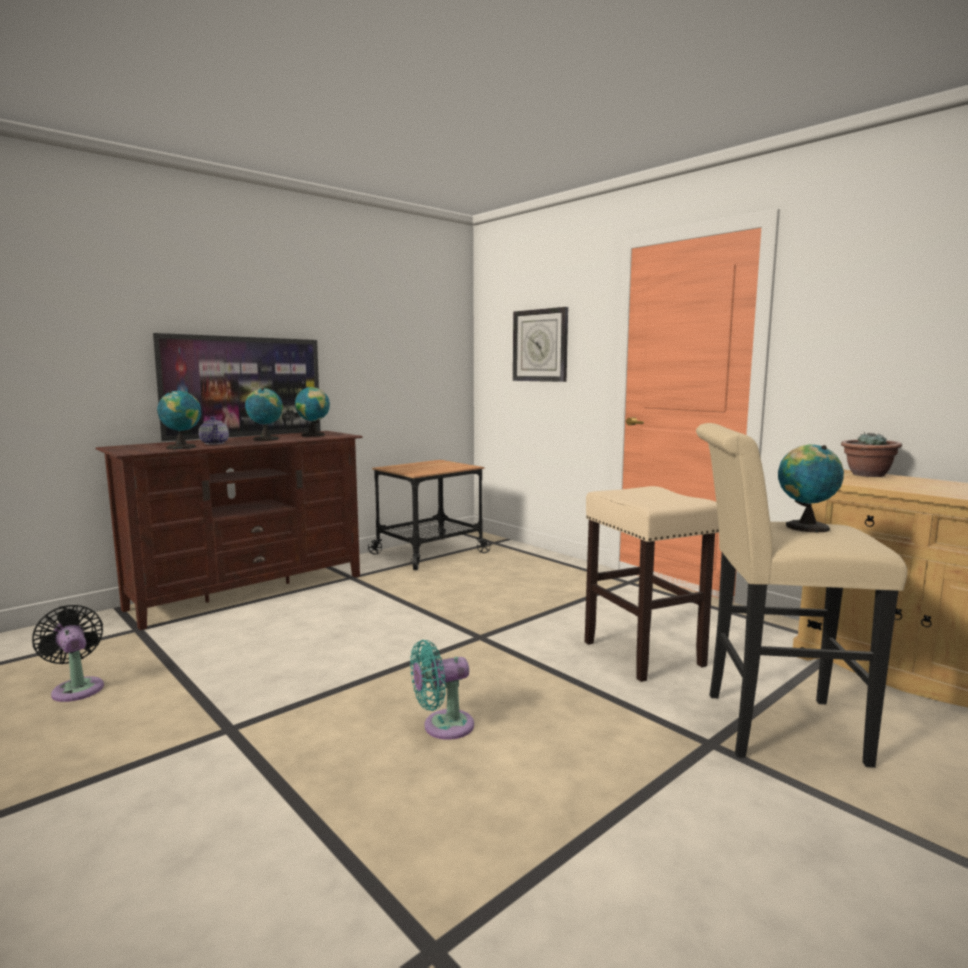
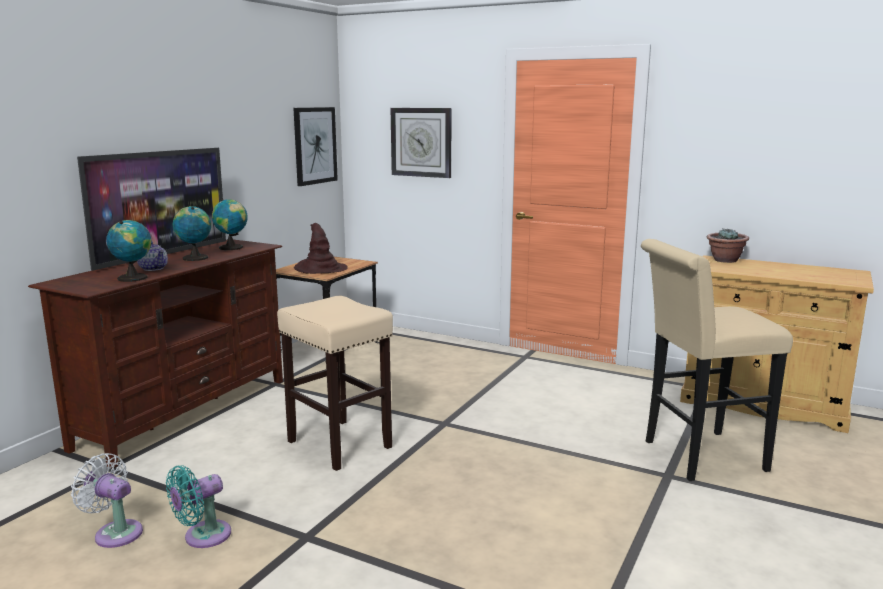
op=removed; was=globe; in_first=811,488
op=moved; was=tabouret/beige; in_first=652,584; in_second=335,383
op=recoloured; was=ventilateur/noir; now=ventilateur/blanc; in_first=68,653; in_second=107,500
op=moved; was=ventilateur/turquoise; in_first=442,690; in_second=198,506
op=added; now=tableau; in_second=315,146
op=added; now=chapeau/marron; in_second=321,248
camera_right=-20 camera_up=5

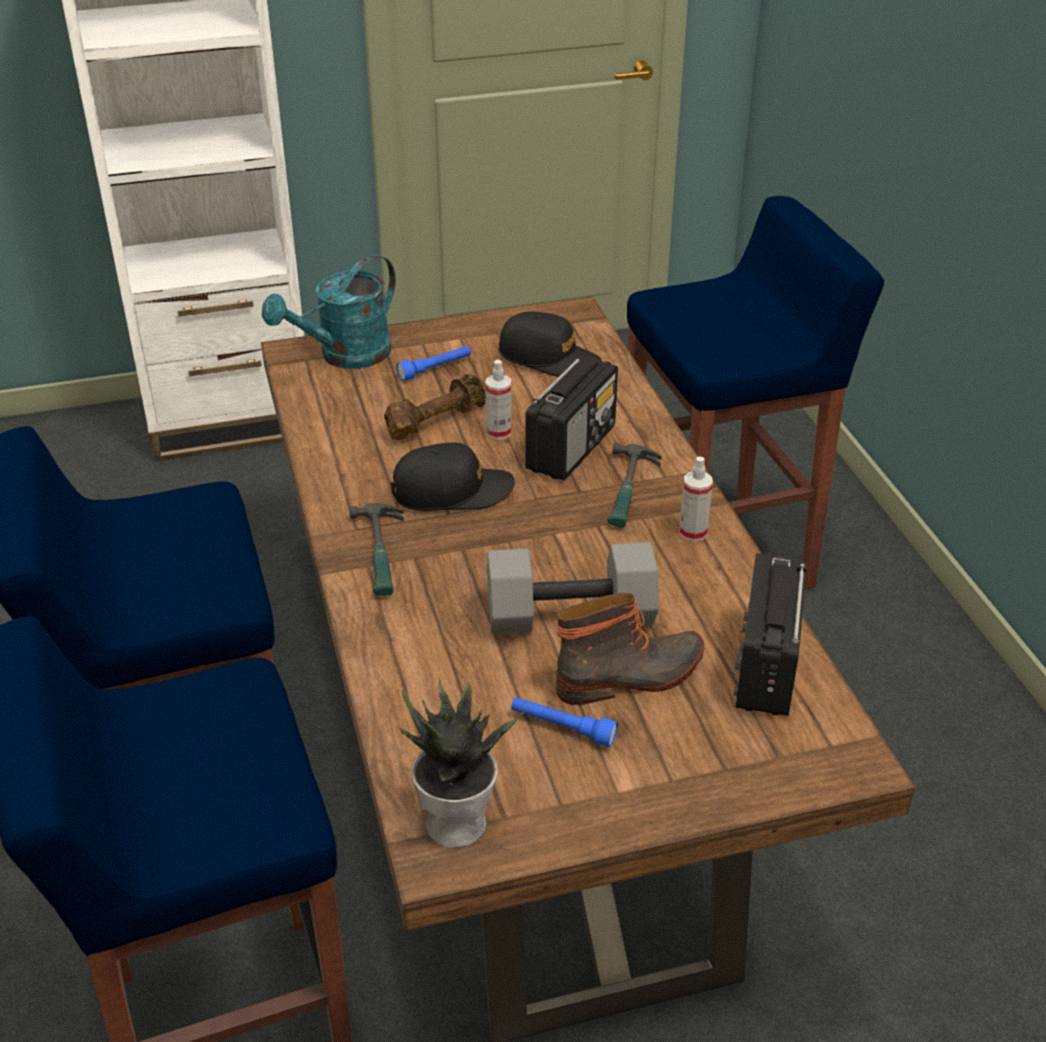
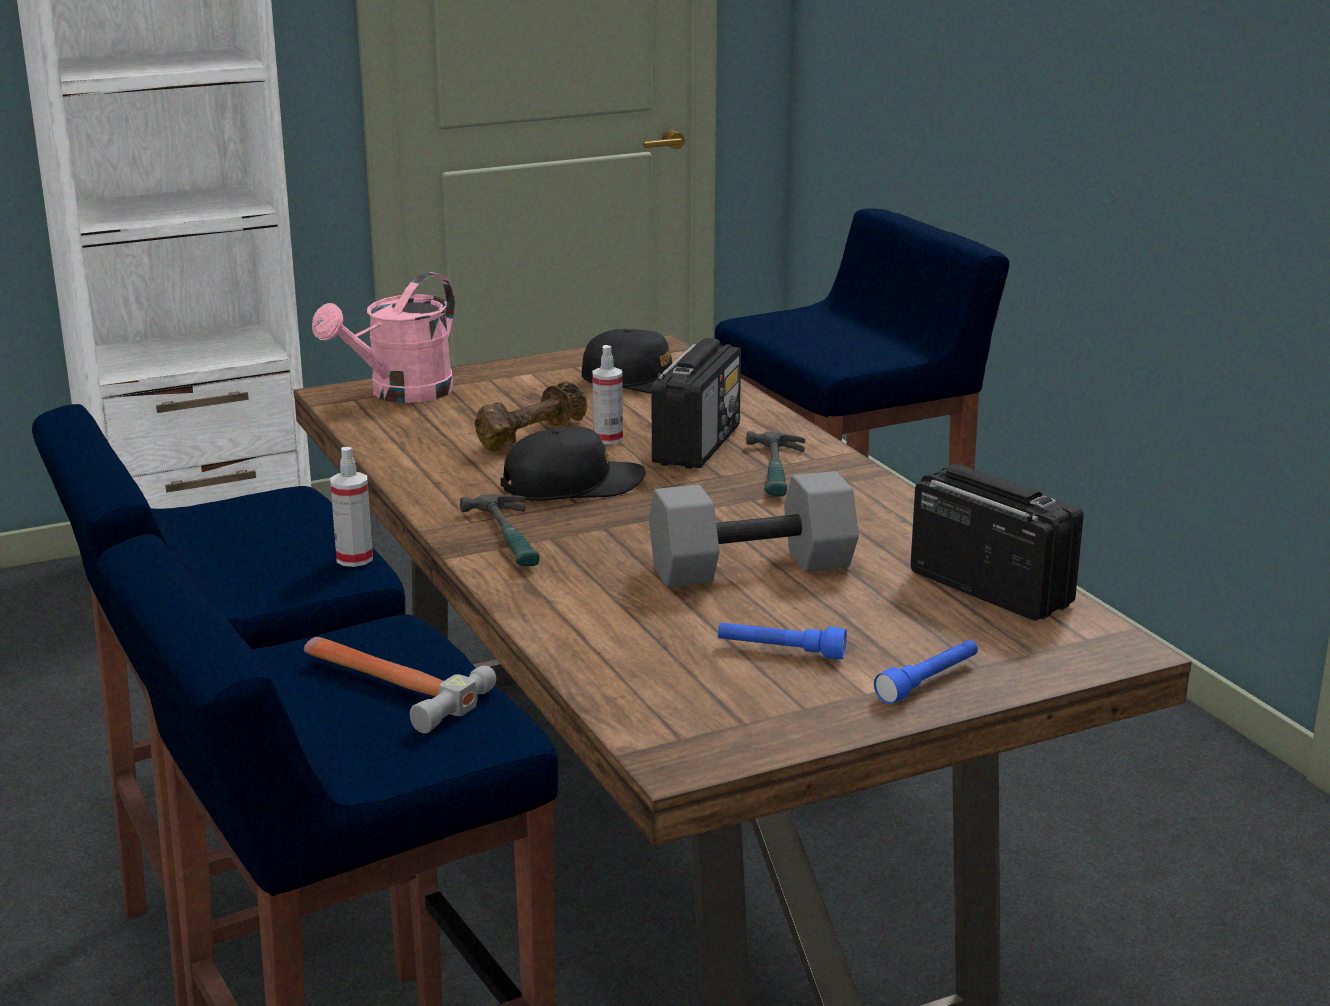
op=recoloured; was=arrosoir/turquoise; now=arrosoir/rose; in_first=329,311; in_second=383,337
op=moved; was=lampe de poche/bleu; in_first=433,363; in_second=926,672
op=moved; was=vaporisateur; in_first=696,499; in_second=351,507
op=turned; was=radio; in_first=770,634; in_second=997,542; clockwise=135
op=removed; was=botte; in_first=630,649
op=removed; was=plante en pot; in_first=462,763
op=added; now=marteau; in_second=400,685
camera_right=-10 camera_up=-15

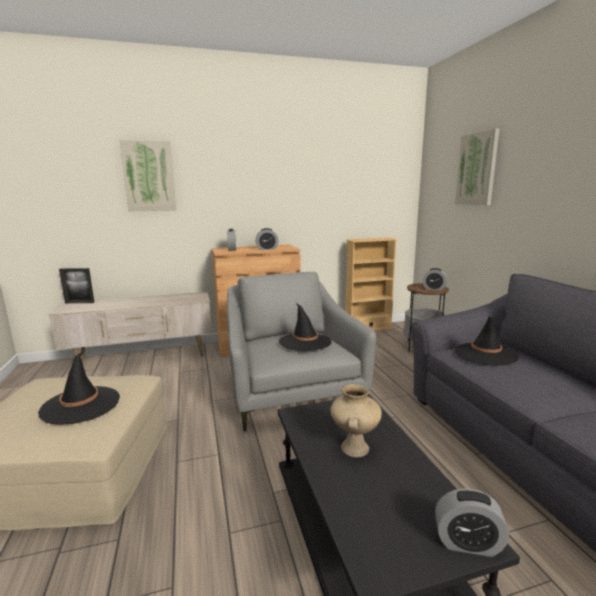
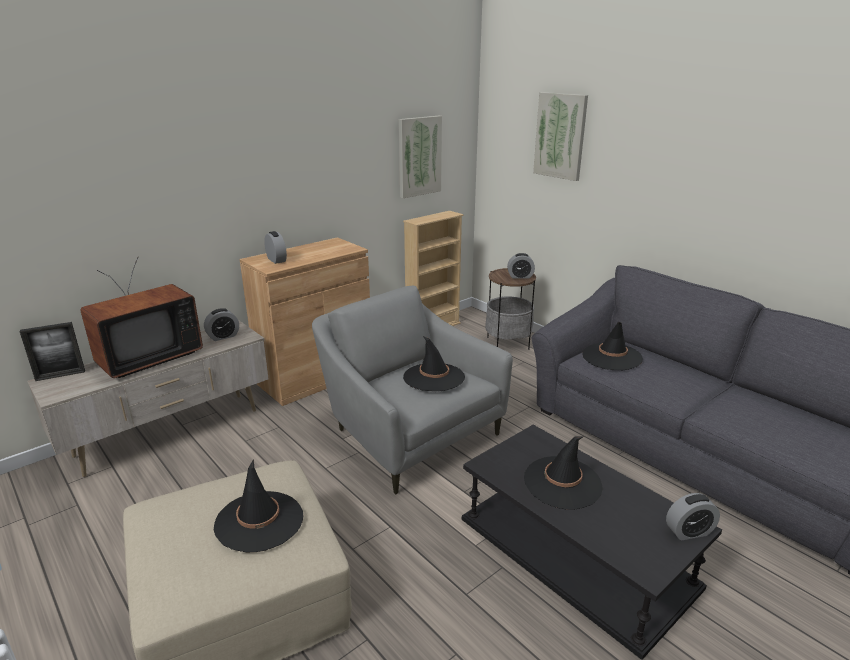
op=moved; was=tableau; in_first=148,176; in_second=420,157
op=moved; was=réveil; in_first=267,239; in_second=221,324
op=replaced; was=vase/beige; now=chapeau/noir; in_first=356,420; in_second=563,473
op=added; now=téléviseur; in_second=141,317
camera_right=-25 camera_up=10

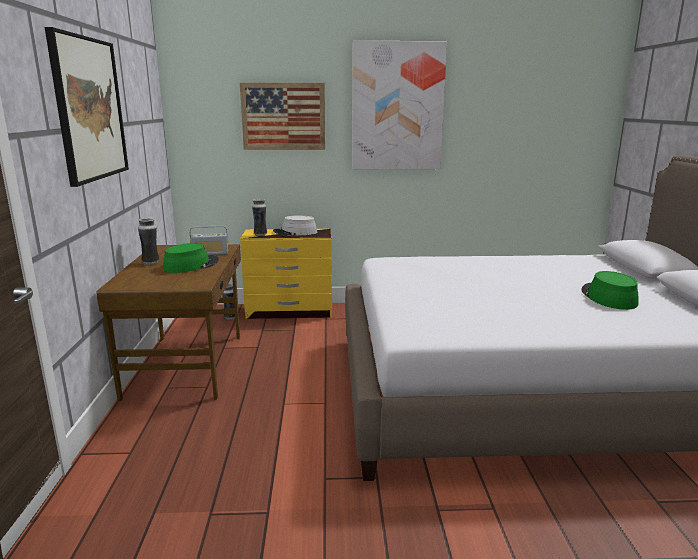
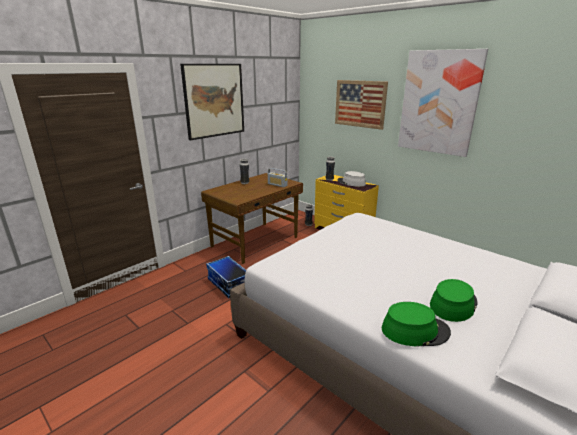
op=moved; was=chapeau/vert; in_first=191,258; in_second=416,324
op=added; now=boîte de rangement; in_second=226,277
camera_right=45 camera_up=5

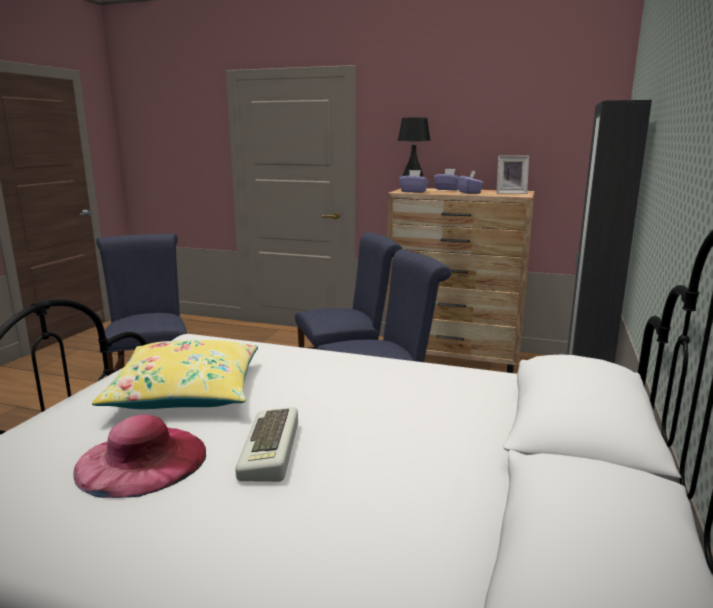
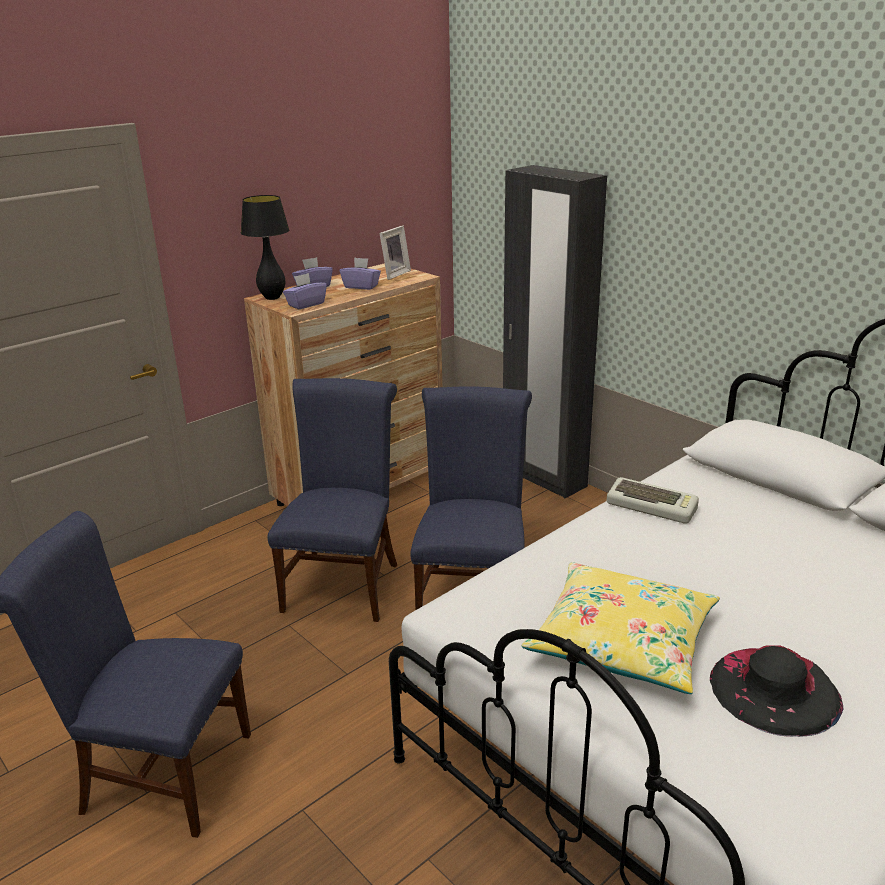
op=moved; was=clavier; in_first=266,444; in_second=653,500
op=recoloured; was=chapeau/rose; now=chapeau/noir; in_first=139,456; in_second=776,691
camera_right=-60 camera_up=10

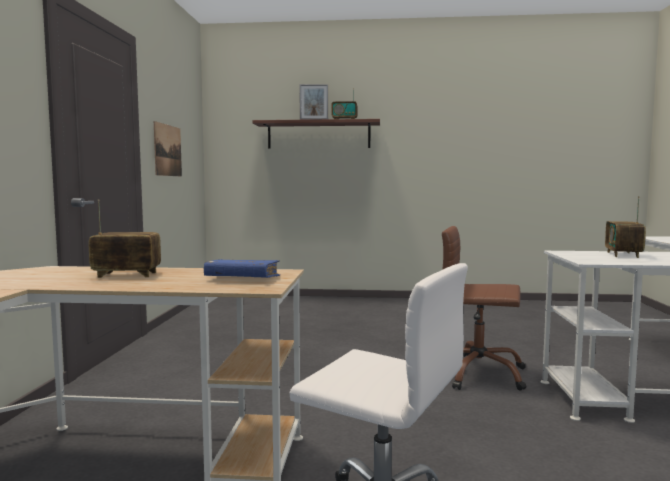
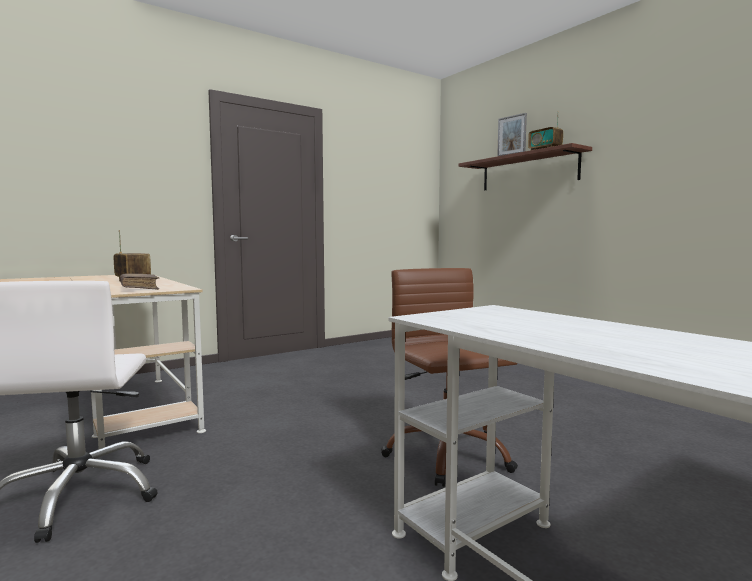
op=removed; was=tableau; in_first=168,148
op=removed; was=radio; in_first=625,227
op=recoloured; was=livre/bleu; now=livre/marron; in_first=242,268; in_second=139,282
camera_right=50 camera_up=0

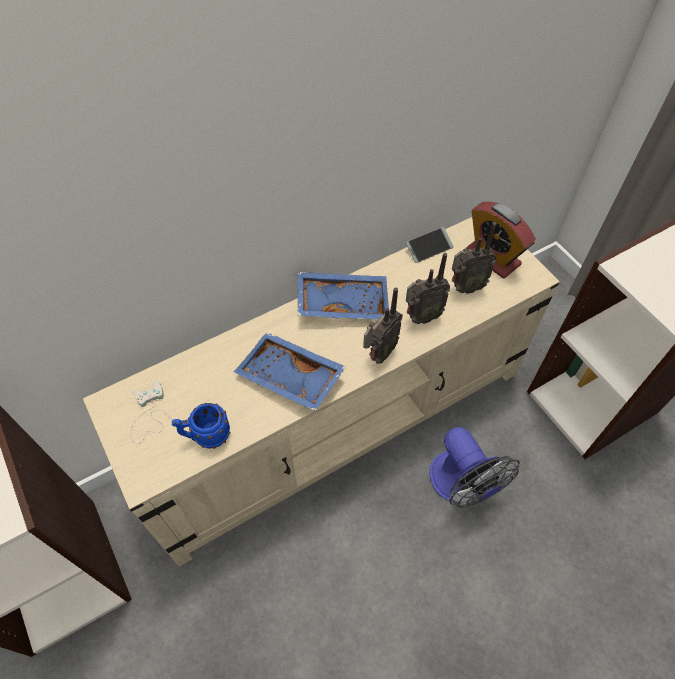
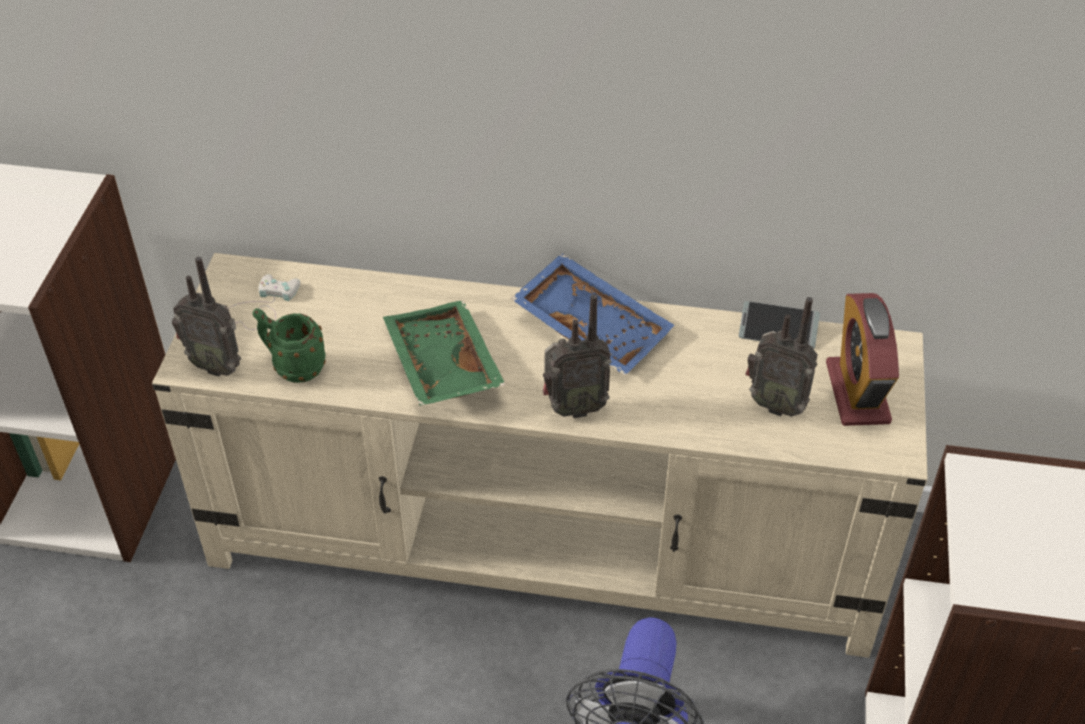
op=moved; was=radio; in_first=428,288; in_second=206,316
op=recoloured; was=plateau/bleu; now=plateau/vert; in_first=290,371; in_second=444,353
op=recoloured; was=mug/bleu; now=mug/vert; in_first=201,426; in_second=289,345
camera_right=40 camera_up=-10

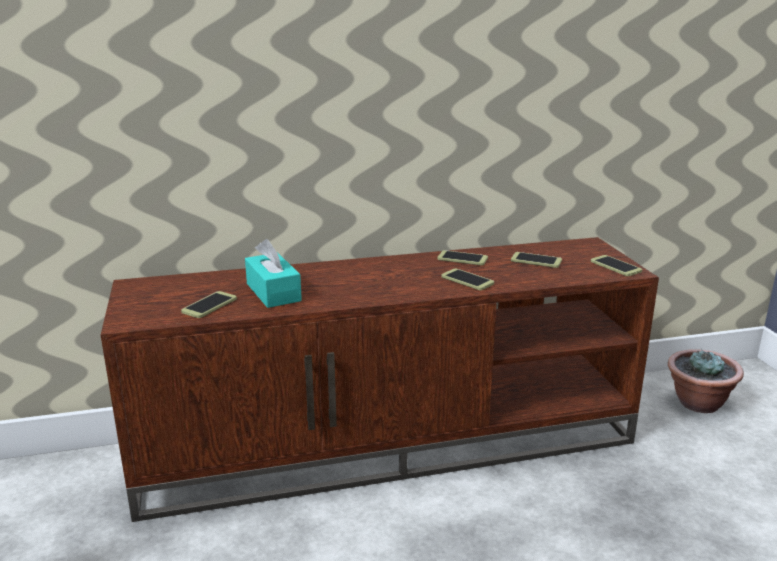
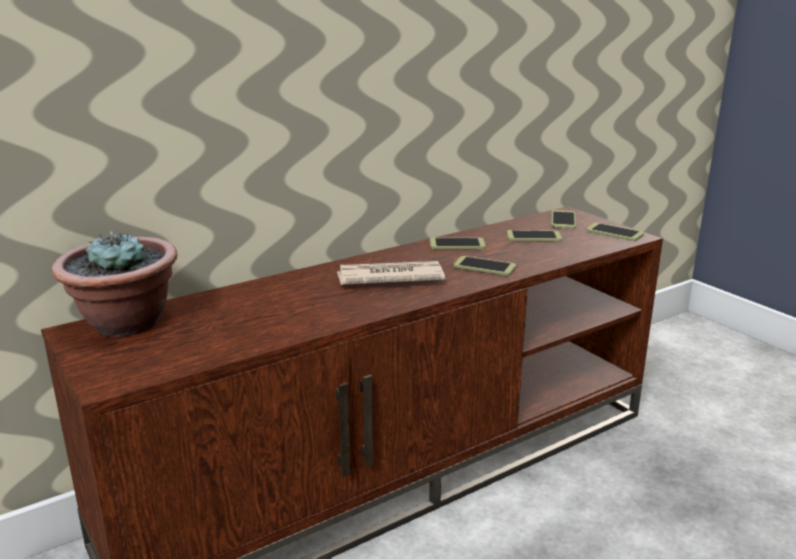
op=removed; was=boîte à mouchoirs/turquoise; in_first=273,273
op=moved; was=téléphone; in_first=209,304; in_second=563,219
op=moved; was=plante en pot; in_first=706,381; in_second=114,284
op=added; now=journal; in_second=391,273
camera_right=-20 camera_up=0

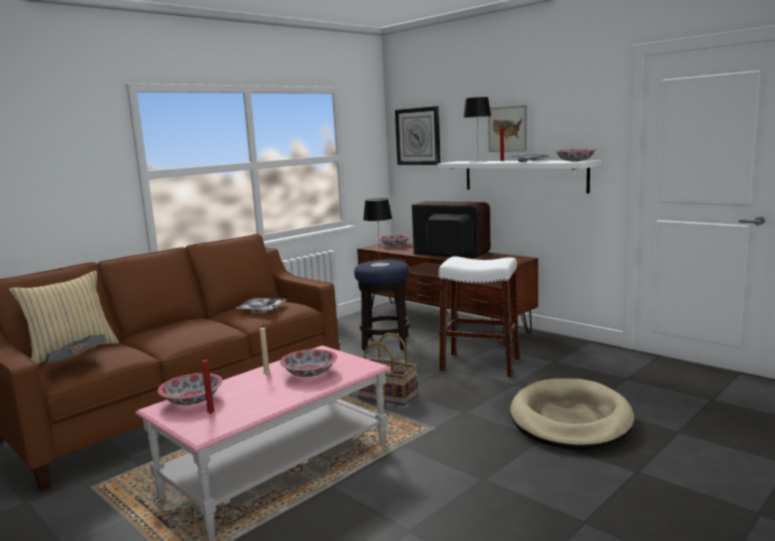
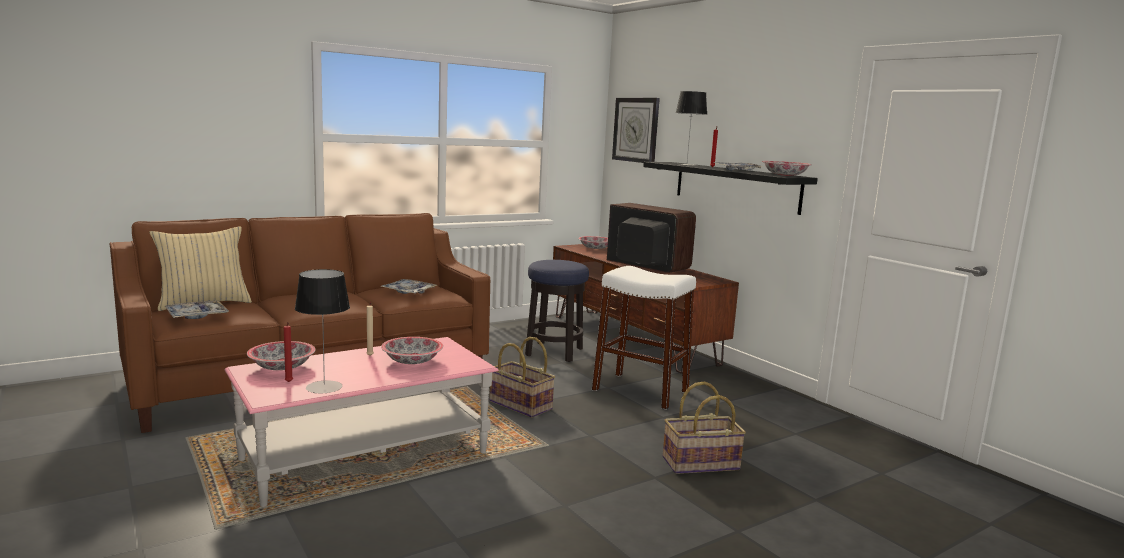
op=removed; was=tableau; in_first=507,128
op=recoloured; was=étagère/blanc; now=étagère/noir; in_first=519,176; in_second=730,188
op=moved; was=lampe de table; in_first=377,232; in_second=322,331
op=replaced; was=journal; now=plateau; in_first=74,349; in_second=197,309
op=replaced; was=panier pour chien/beige; now=panier; in_first=572,414; in_second=704,427
camera_right=10 camera_up=0

